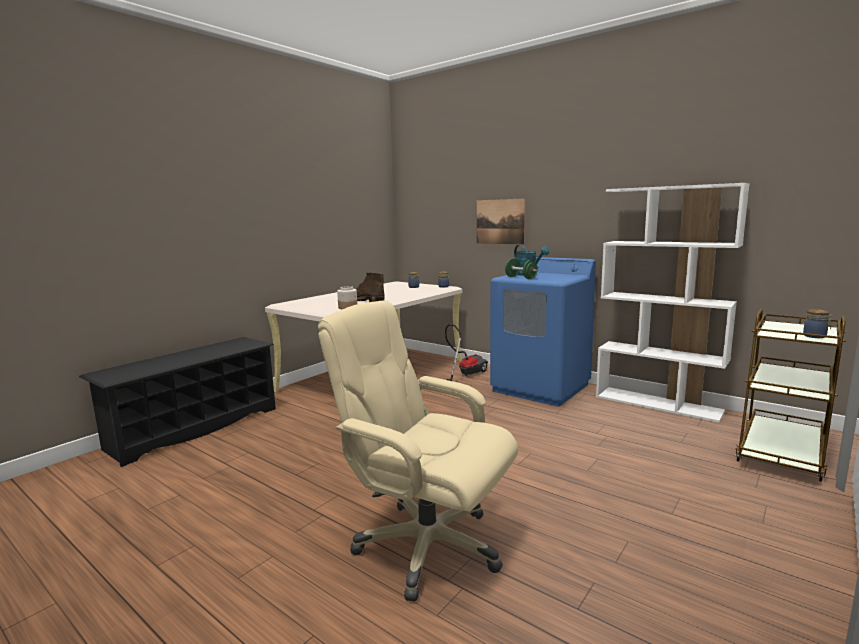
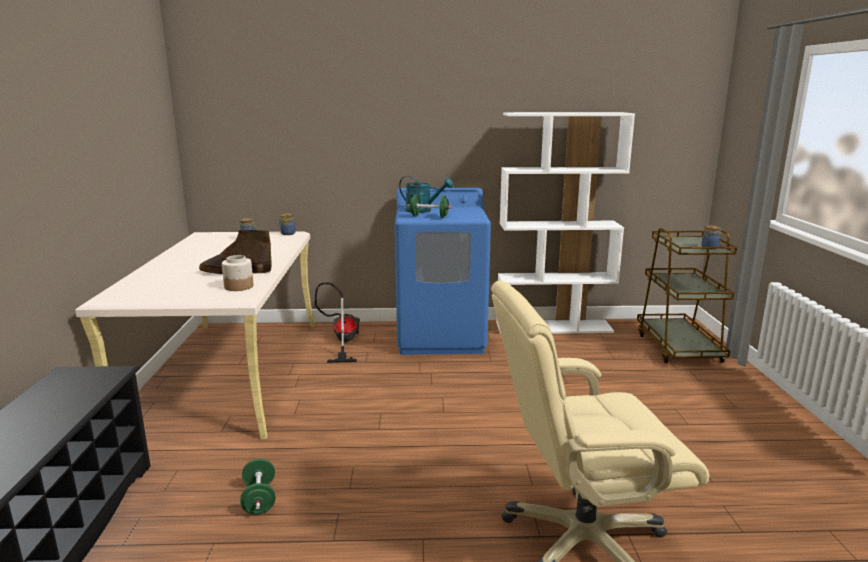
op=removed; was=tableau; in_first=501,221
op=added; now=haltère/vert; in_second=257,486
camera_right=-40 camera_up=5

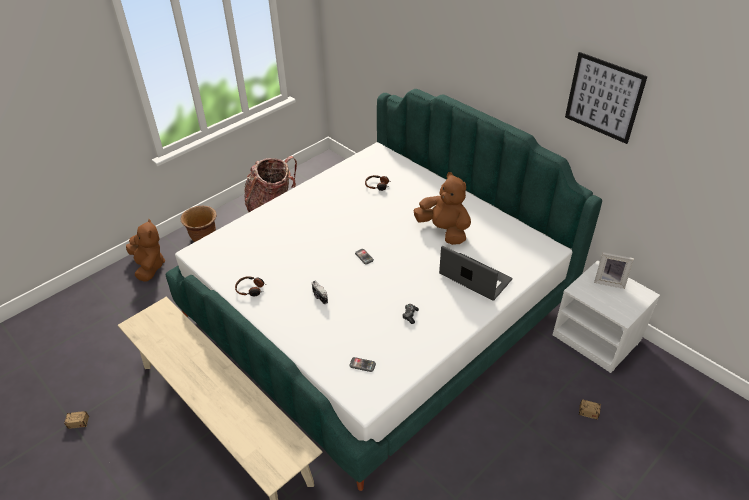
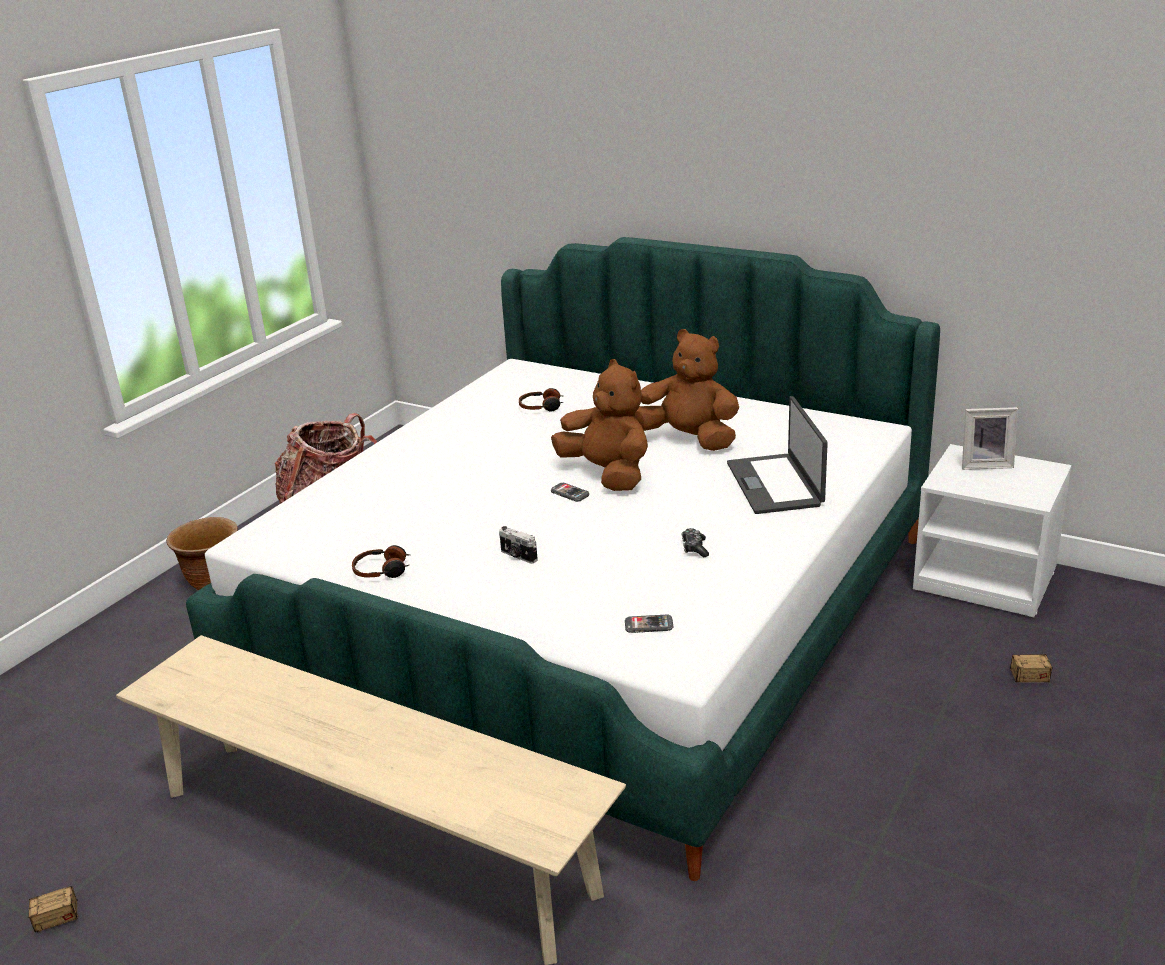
op=removed; was=tableau; in_first=606,98
op=moved; was=peluche/marron; in_first=145,250; in_second=599,425
op=turned; was=ordinateur portable; in_first=475,273; in_second=777,455; clockwise=-120
camera_right=-15 camera_up=-15

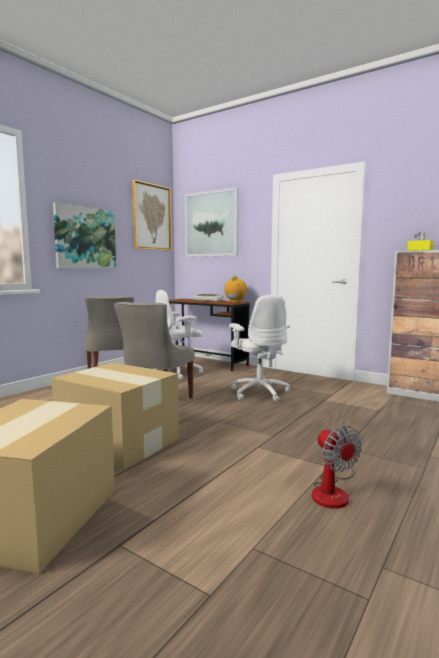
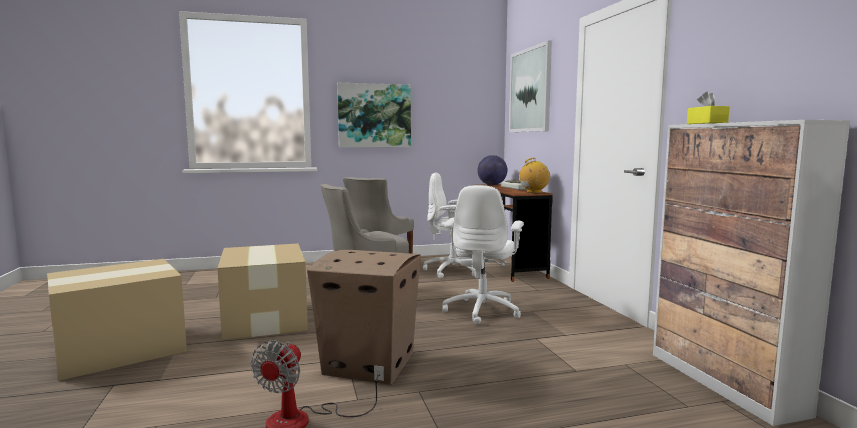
op=removed; was=tableau; in_first=152,215
op=added; now=globe; in_second=492,170
op=added; now=carton; in_second=364,317
camera_right=40 camera_up=0

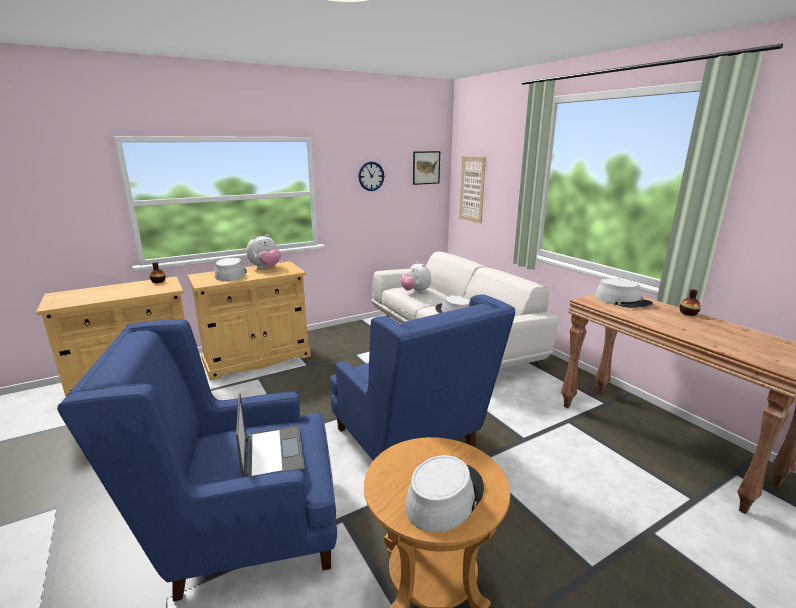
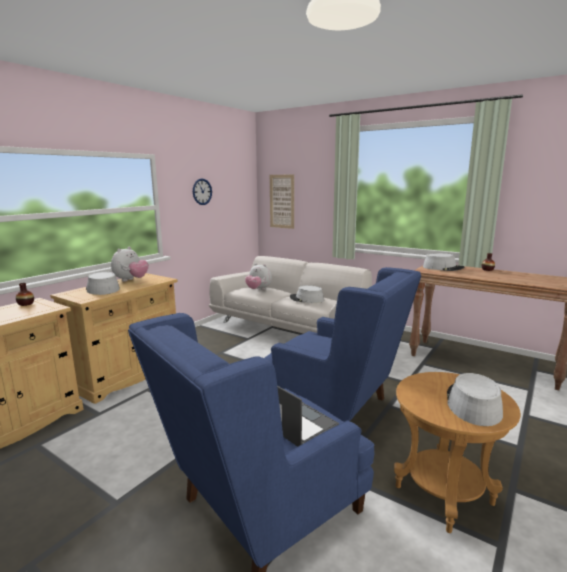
op=removed; was=tableau; in_first=426,168
camera_right=-25 camera_up=-5

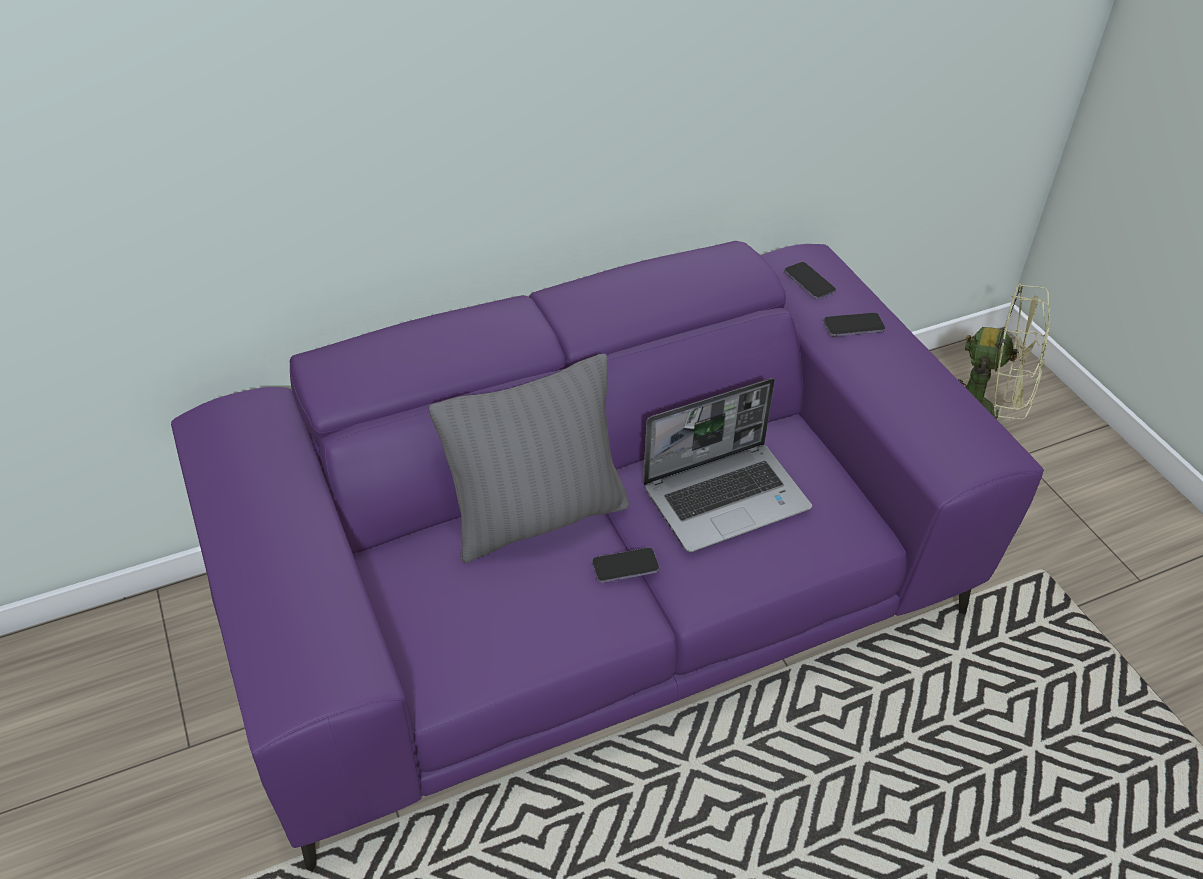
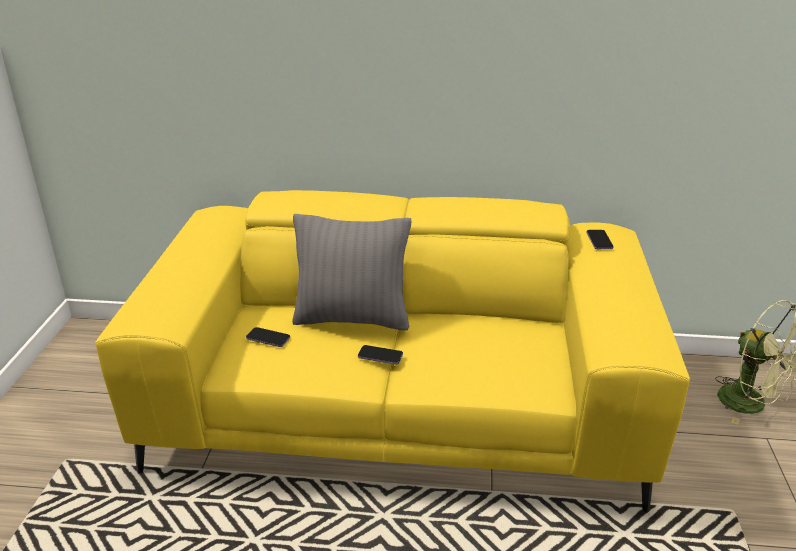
op=recoloured; was=canapé/violet; now=canapé/jaune; in_first=607,556; in_second=392,351
op=moved; was=téléphone; in_first=854,325; in_second=268,337
op=removed; was=ordinateur portable; in_first=727,465
camera_right=30 camera_up=-15

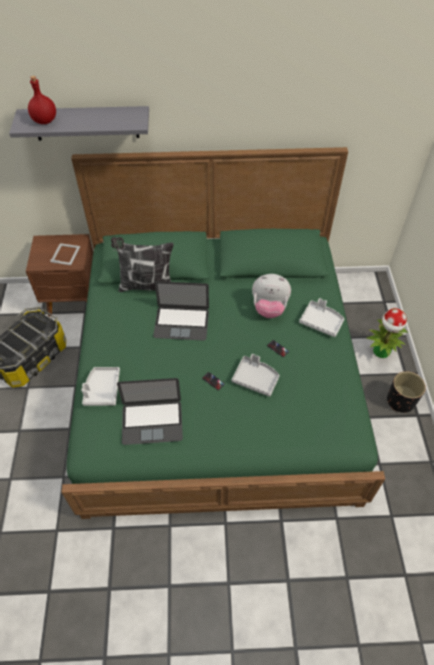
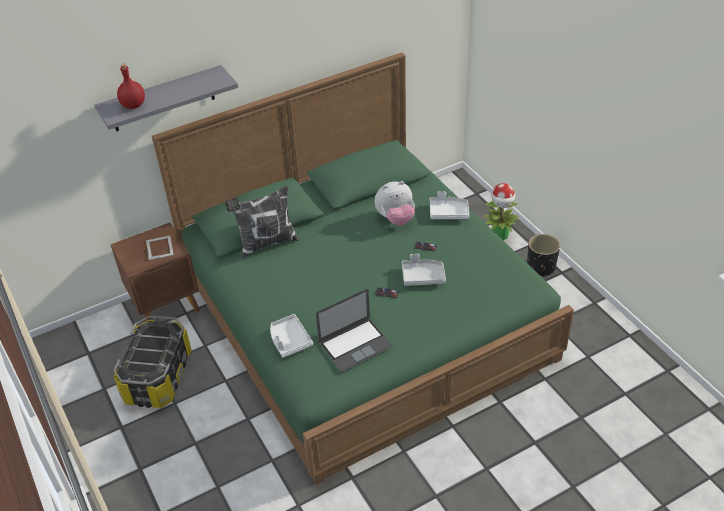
op=removed; was=ordinateur portable; in_first=181,311
camera_right=-25 camera_up=-10

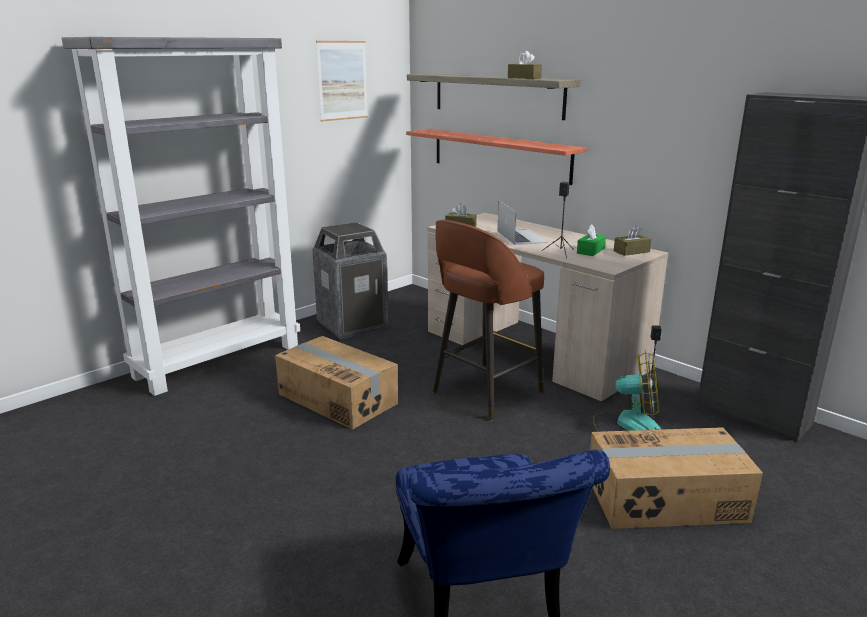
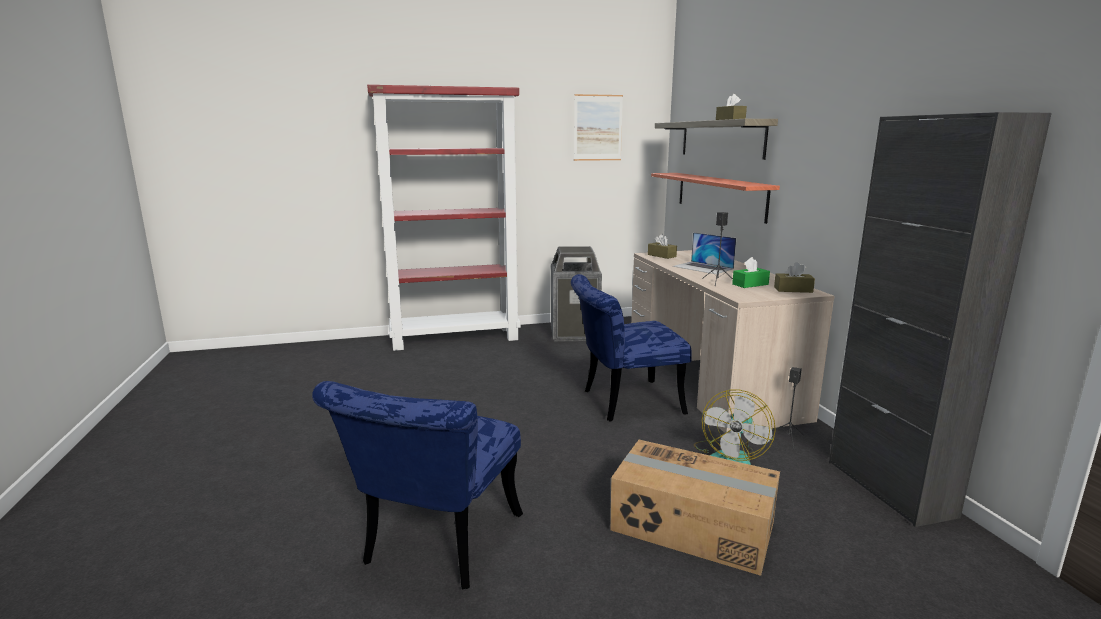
op=recoloured; was=bibliothèque/gris; now=bibliothèque/rouge; in_first=181,216; in_second=444,218
op=turned; was=ordinateur portable; in_first=522,223; in_second=704,253; clockwise=120
op=replaced; was=tabouret/marron; now=chaise/bleu; in_first=488,320; in_second=631,348
op=removed; was=carton; in_first=336,383
op=turned; was=ventilateur; in_first=627,391; in_second=735,427; clockwise=75
camera_right=30 camera_up=-5

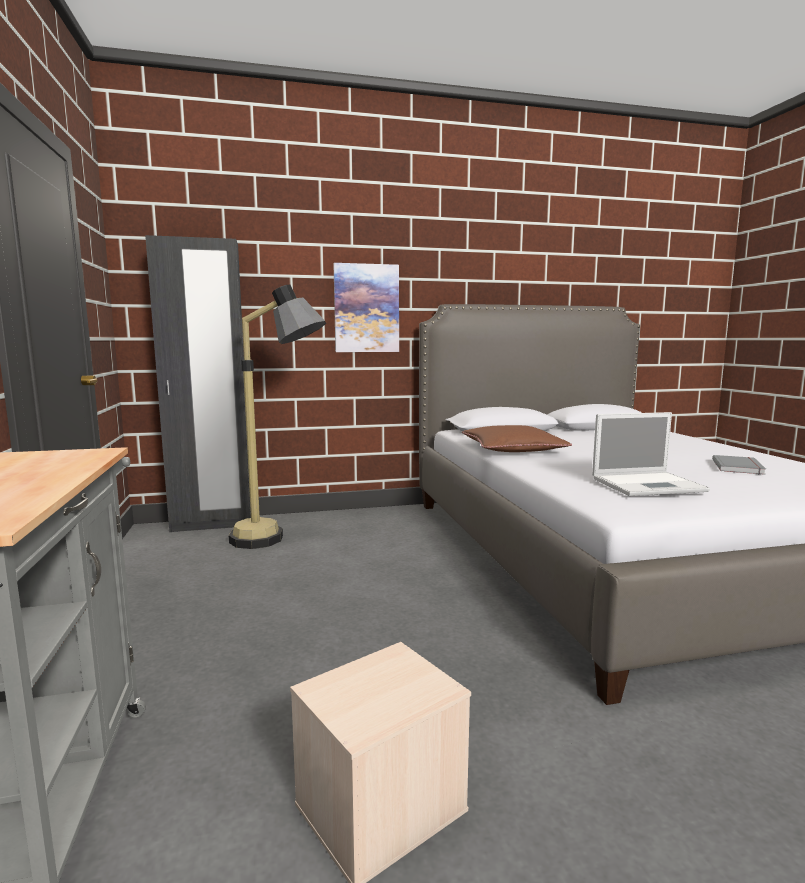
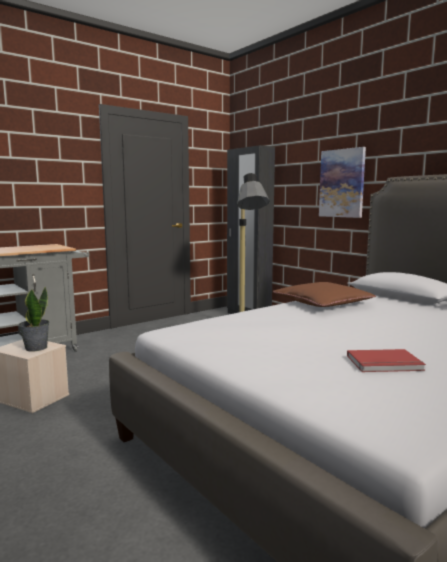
op=removed; was=ordinateur portable; in_first=651,454
op=recoloured; was=livre/gris; now=livre/rouge; in_first=739,465; in_second=386,360
op=added; now=plante en pot; in_second=34,319
camera_right=65 camera_up=0

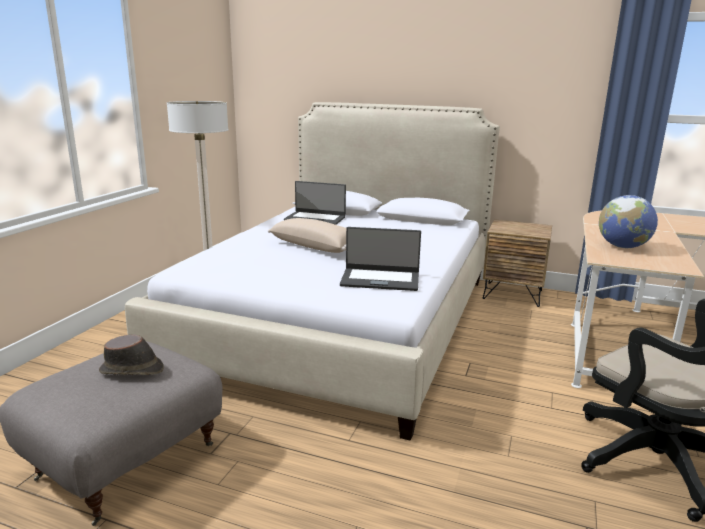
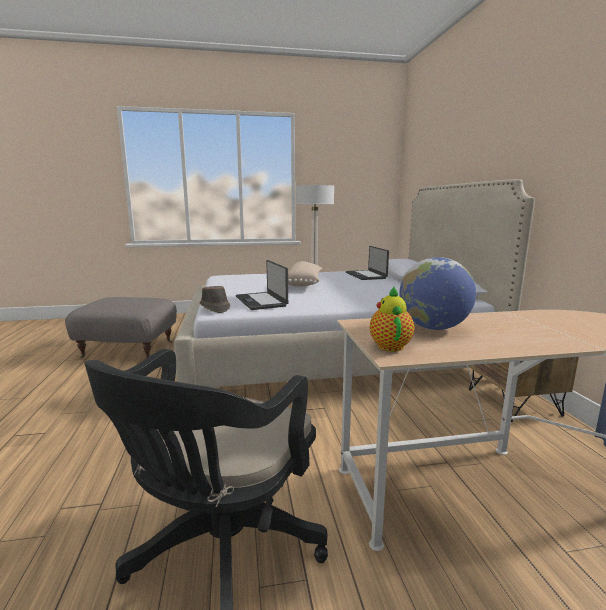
op=moved; was=chapeau/marron; in_first=131,354; in_second=214,299
op=added; now=théière; in_second=392,319
camera_right=60 camera_up=-5

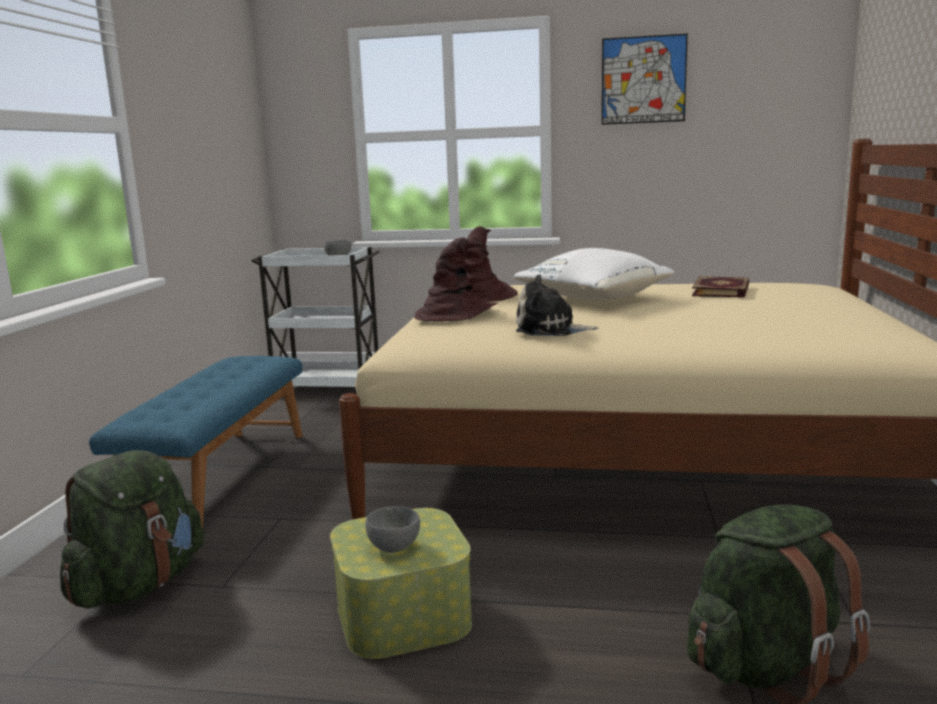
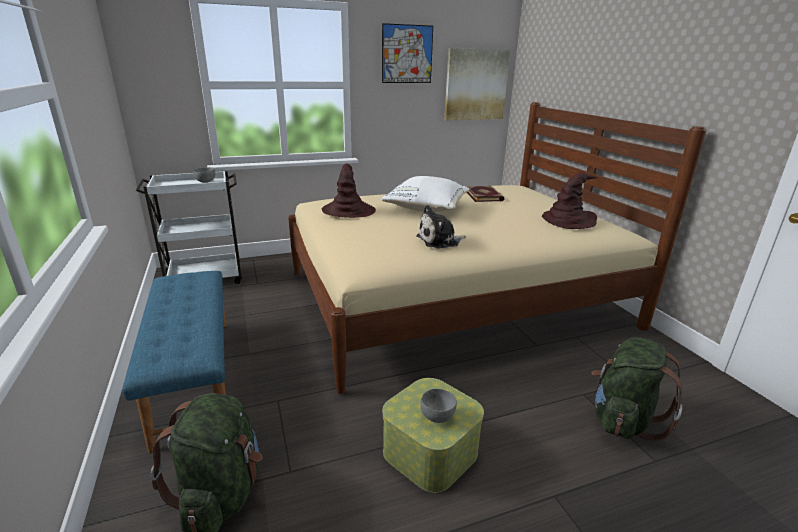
op=moved; was=chapeau/marron; in_first=456,279; in_second=570,201
op=added; now=tableau; in_second=477,84
camera_right=-30 camera_up=10

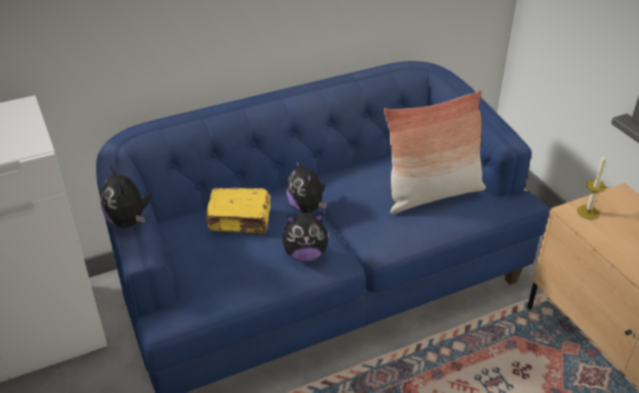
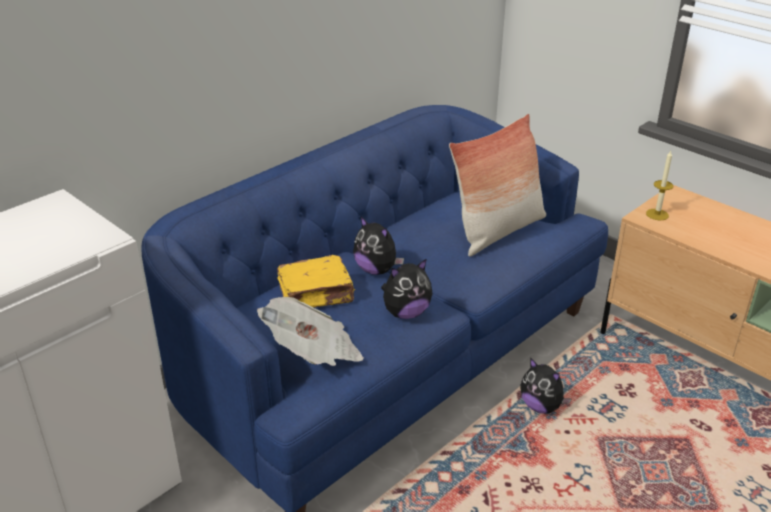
op=moved; was=peluche; in_first=126,196; in_second=546,386
op=added; now=journal; in_second=310,331
camera_right=-20 camera_up=-5

